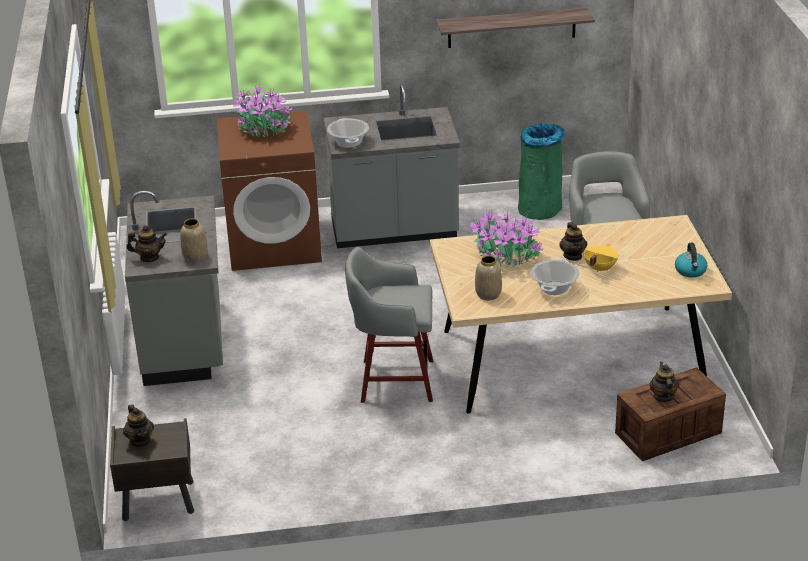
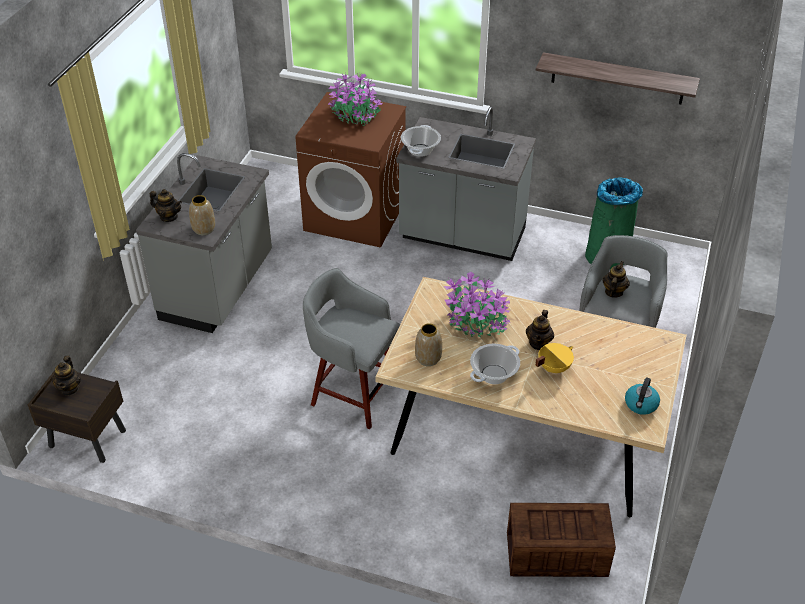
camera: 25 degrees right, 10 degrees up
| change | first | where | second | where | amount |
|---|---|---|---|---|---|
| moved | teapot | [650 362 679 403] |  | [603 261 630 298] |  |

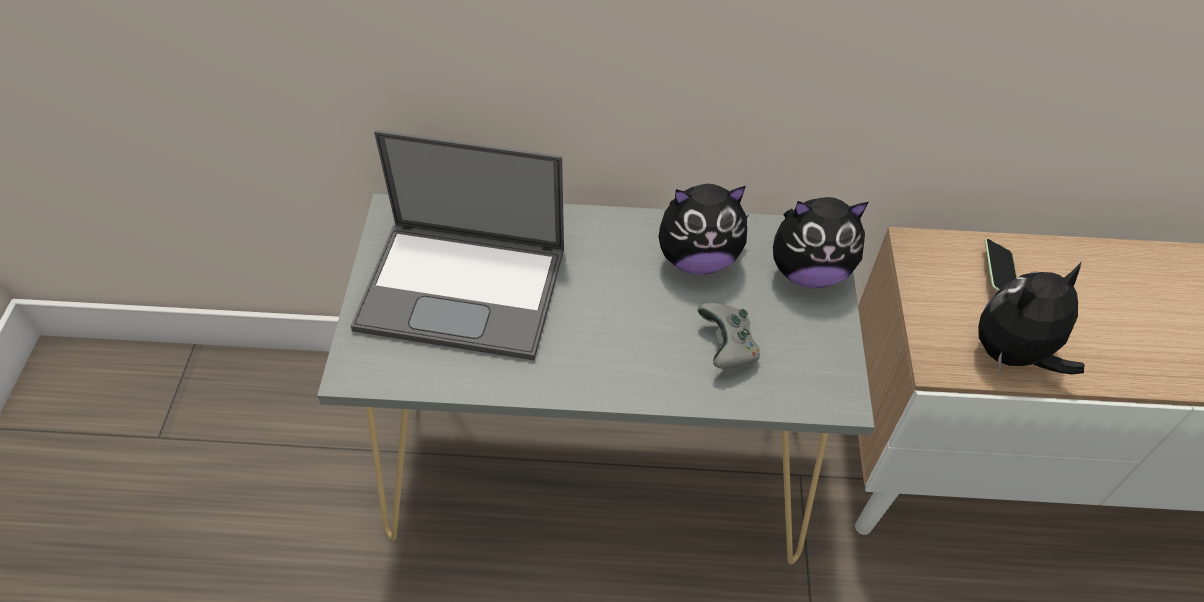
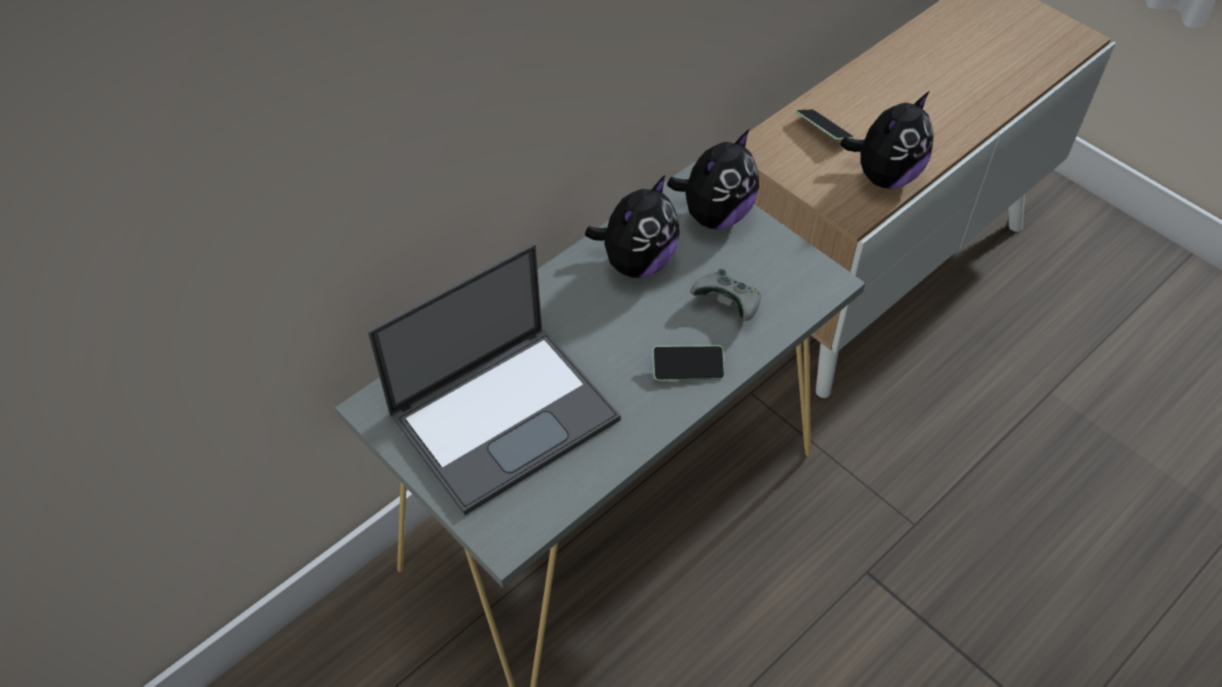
camera: 45 degrees left, 0 degrees up
| change | first | where | second | where | amount |
|---|---|---|---|---|---|
| added |  |  | phone | [652 345 725 381] |  |
| turned | plush toy | [978 262 1085 375] |  | [840 92 934 189] | 150 degrees counterclockwise |

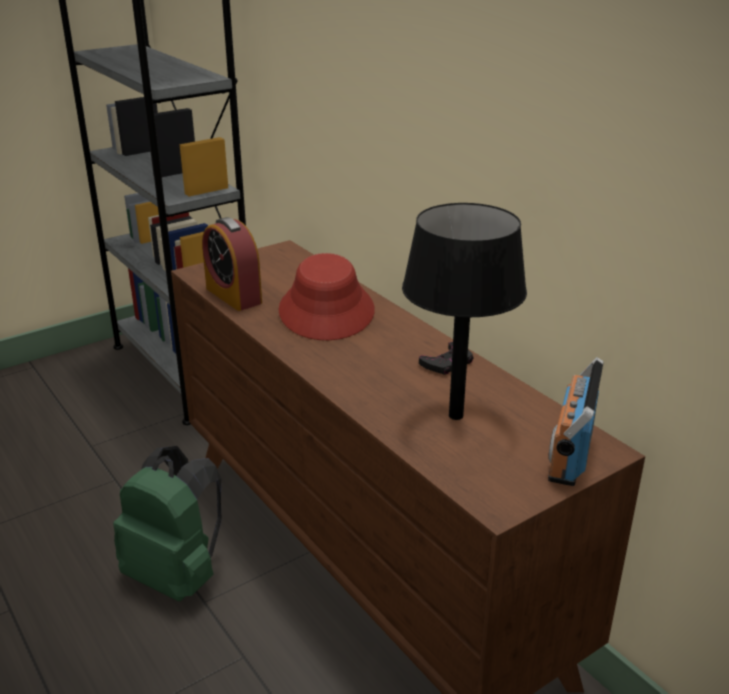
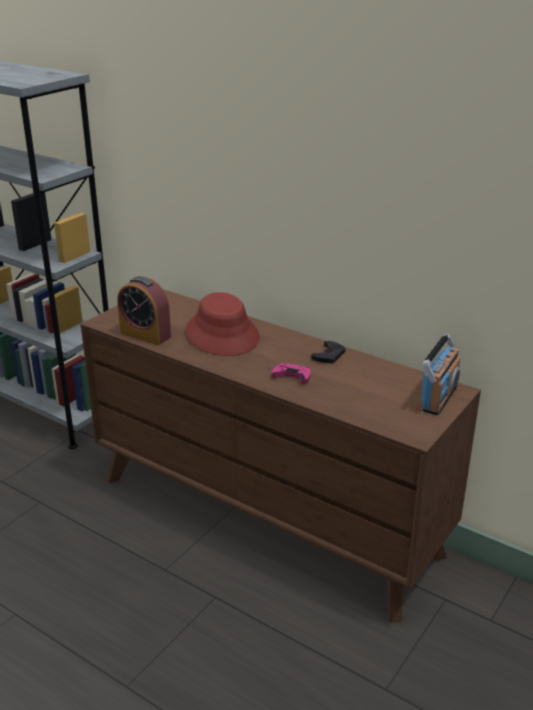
camera: 20 degrees left, 0 degrees up
| change | first | where | second | where | amount |
|---|---|---|---|---|---|
| removed | green backpack | [113 446 222 601] |  |  |  |
| removed | black table lamp | [402 203 527 420] |  |  |  |
| added |  |  | pink game controller | [272 363 311 384] |  |
| turned | radio | [548 357 604 486] |  | [421 333 460 415] | 150 degrees counterclockwise |

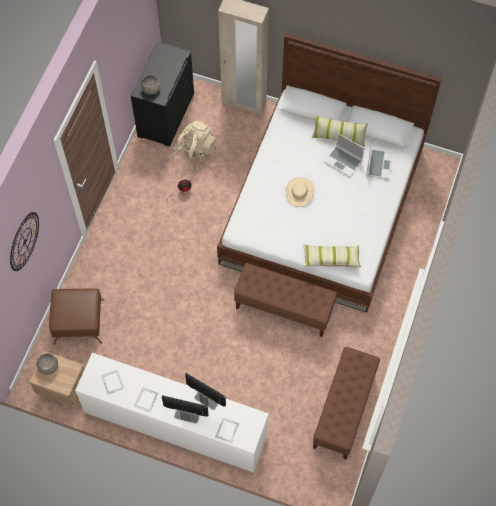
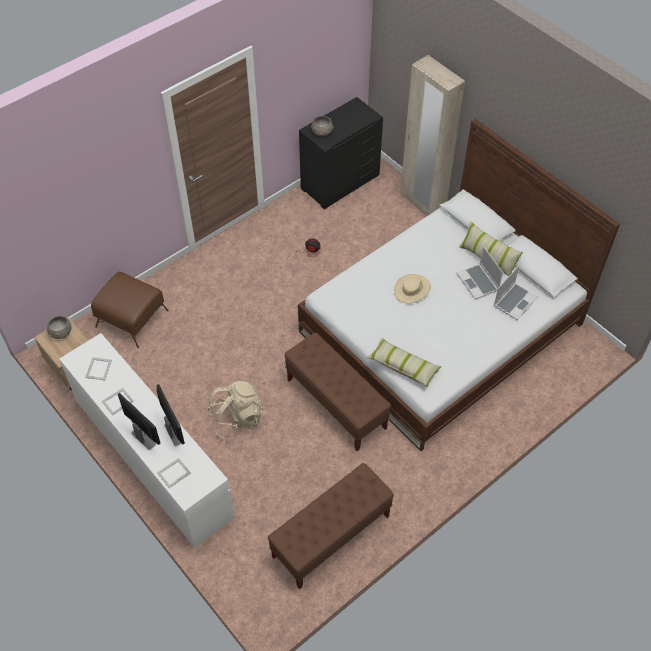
camera: 30 degrees right, 10 degrees down
| change | first | where | second | where | amount |
|---|---|---|---|---|---|
| removed | wall clock | [10 212 39 271] |  |  |  |
| moved | beige backpack | [173 121 216 169] |  | [207 381 263 439] |  |

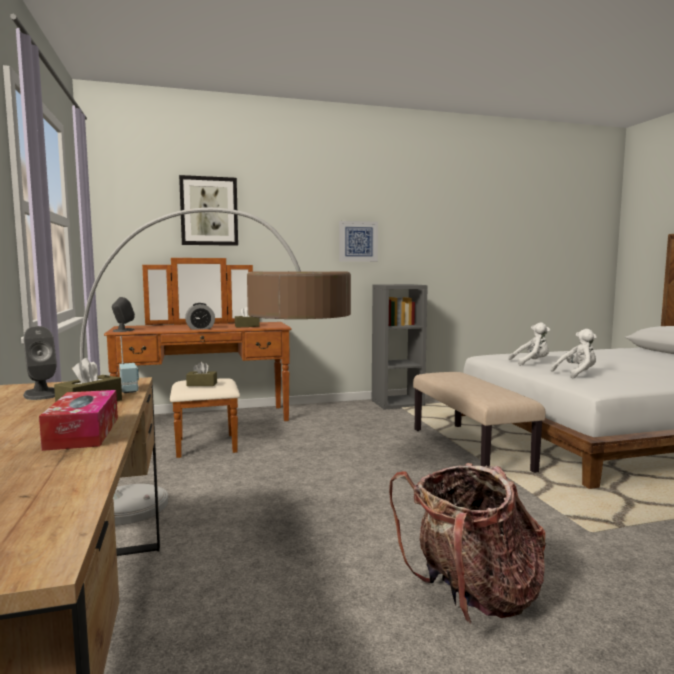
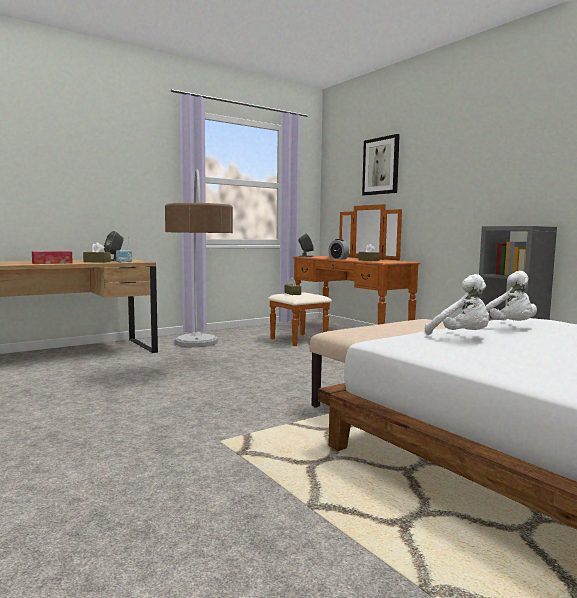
camera: 70 degrees right, 0 degrees up
| change | first | where | second | where | amount |
|---|---|---|---|---|---|
| removed | picture | [339 221 378 262] |  |  |  |
| removed | backpack | [389 463 546 624] |  |  |  |

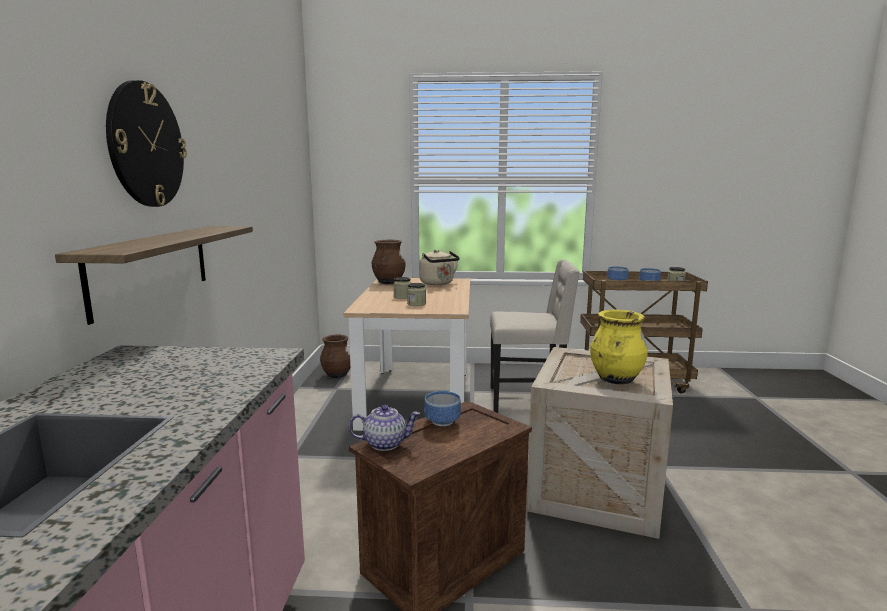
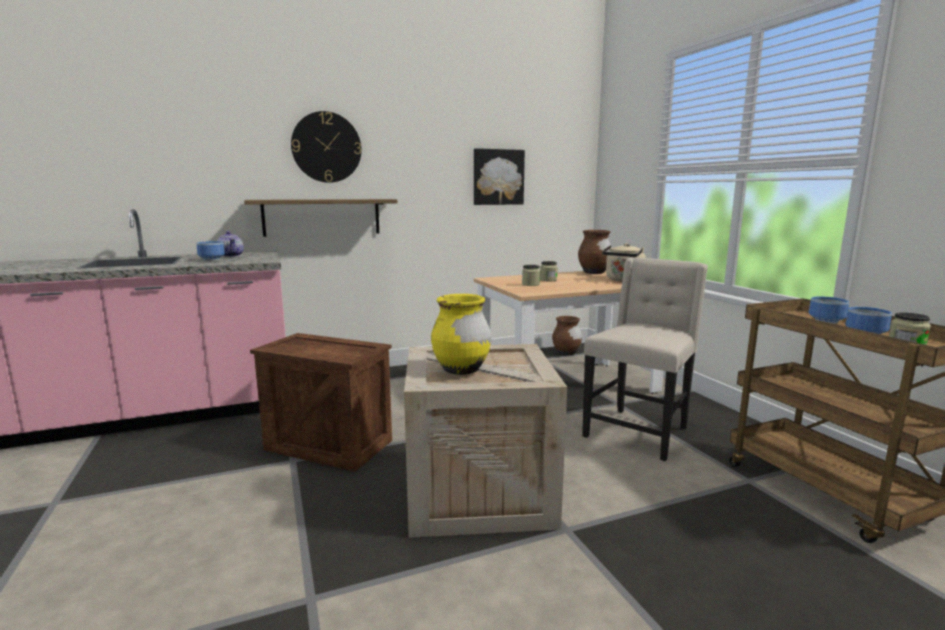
camera: 65 degrees right, 0 degrees up
| change | first | where | second | where | amount |
|---|---|---|---|---|---|
| added |  |  | picture | [474 148 525 205] |  |
| moved | teapot | [348 405 420 451] |  | [217 231 244 257] |  |
| moved | bowl | [424 391 461 426] |  | [196 241 225 261] |  |
| turned | beige chair | [490 260 580 413] |  | [582 258 708 461] | 120 degrees counterclockwise |

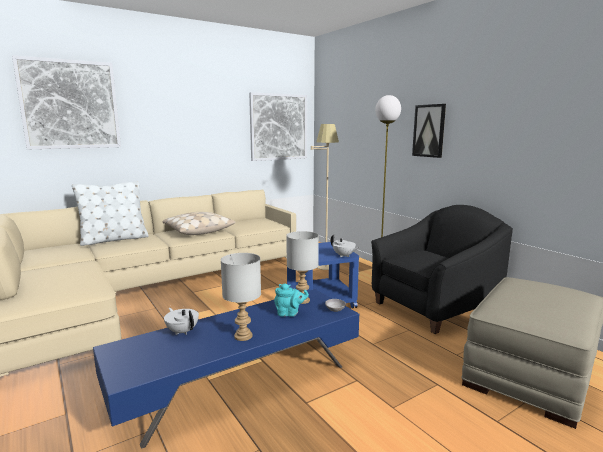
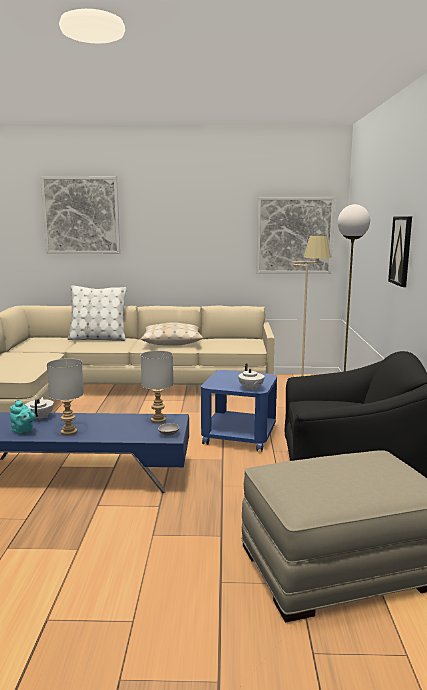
camera: 35 degrees right, 0 degrees up
| change | first | where | second | where | amount |
|---|---|---|---|---|---|
| moved | turquoise teapot | [274 284 309 317] |  | [10 400 35 435] |  |

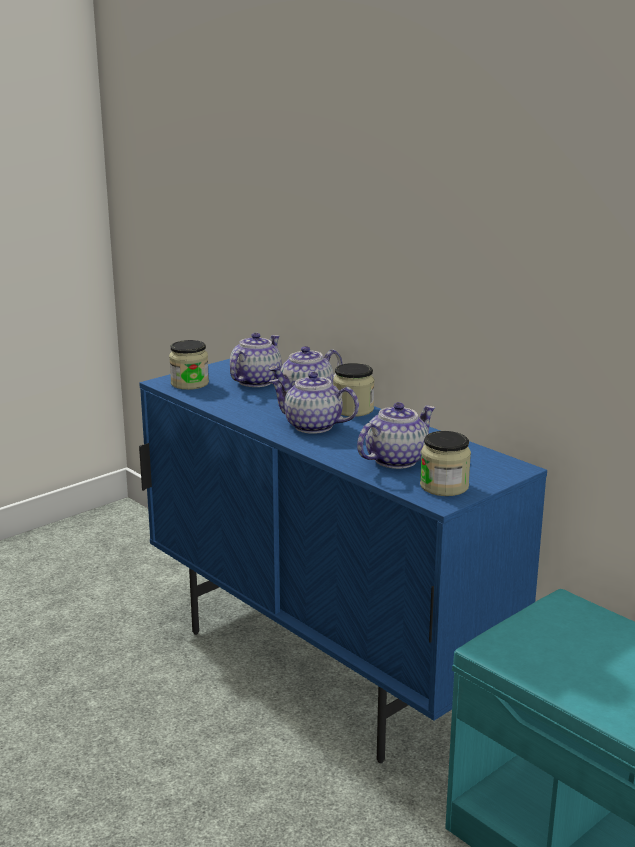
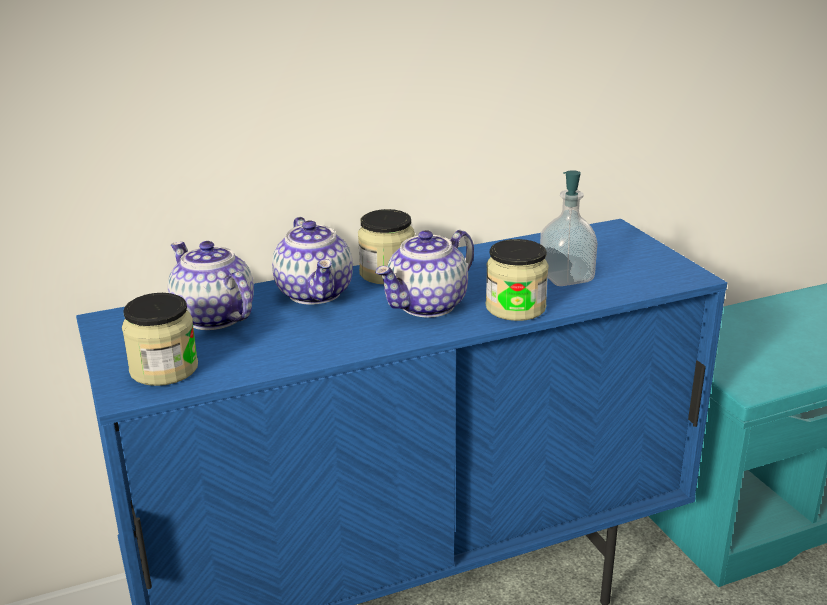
camera: 70 degrees left, 5 degrees up
| change | first | where | second | where | amount |
|---|---|---|---|---|---|
| moved | jar | [420 431 471 496] |  | [486 239 549 321] |  |
| replaced | teapot | [357 402 436 469] | soap dispenser | [540 170 597 286] |  |

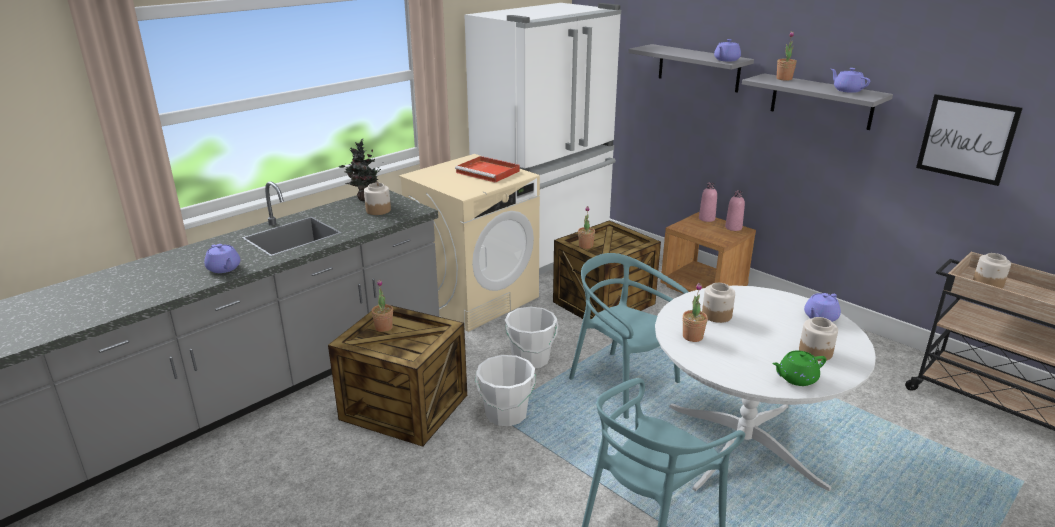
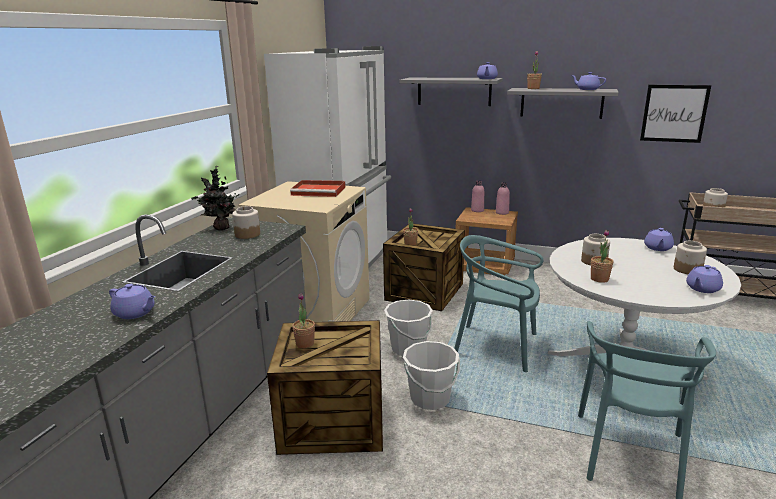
camera: 25 degrees left, 5 degrees down
| change | first | where | second | where | amount |
|---|---|---|---|---|---|
| recoloured | green teapot | [772 350 826 386] | purple teapot | [686 265 723 293] |  |

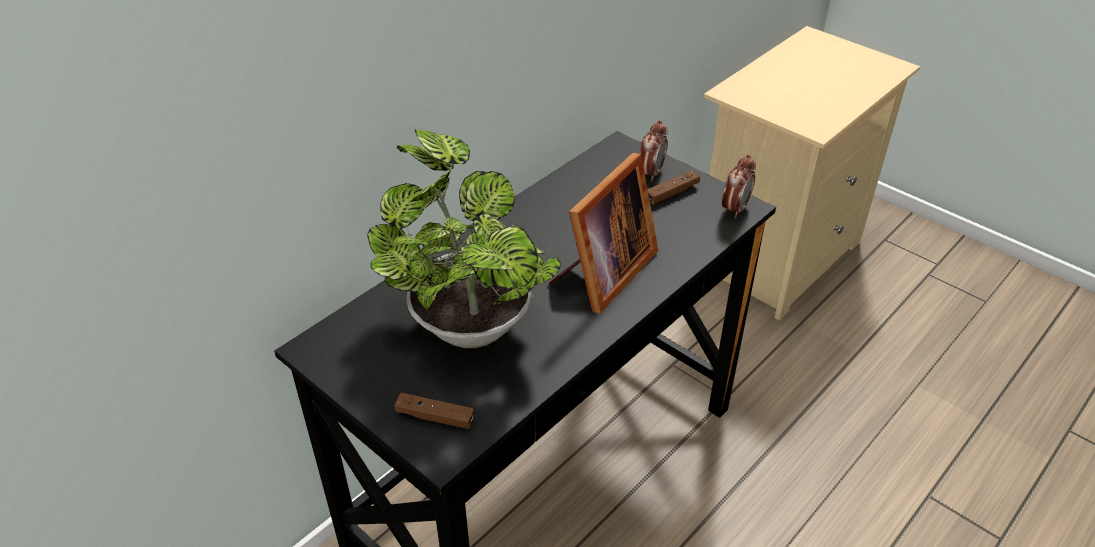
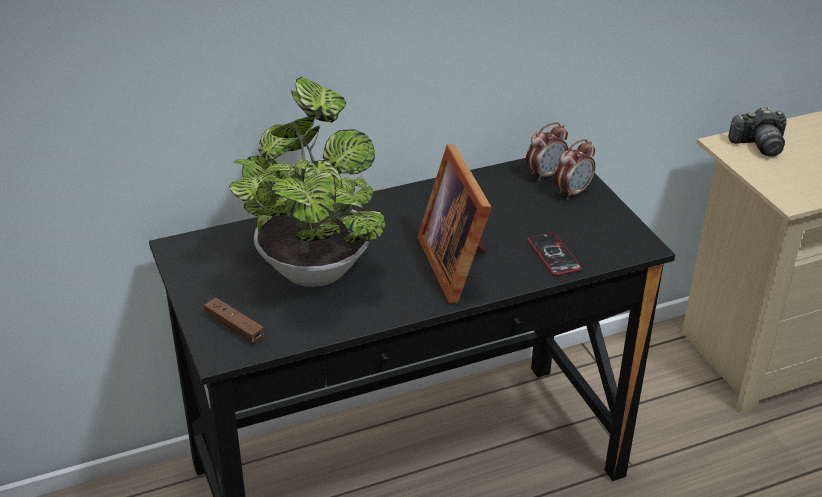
camera: 25 degrees right, 5 degrees down
| change | first | where | second | where | amount |
|---|---|---|---|---|---|
| removed | brown game controller | [647 170 700 205] |  |  |  |
| added |  |  | phone | [528 233 582 275] |  |
| added |  |  | photo camera | [728 107 787 157] |  |
| moved | alarm clock | [722 154 756 218] |  | [526 122 568 181] |  |
| turned | picture frame | [548 153 658 314] |  | [418 144 491 304] | 105 degrees clockwise |

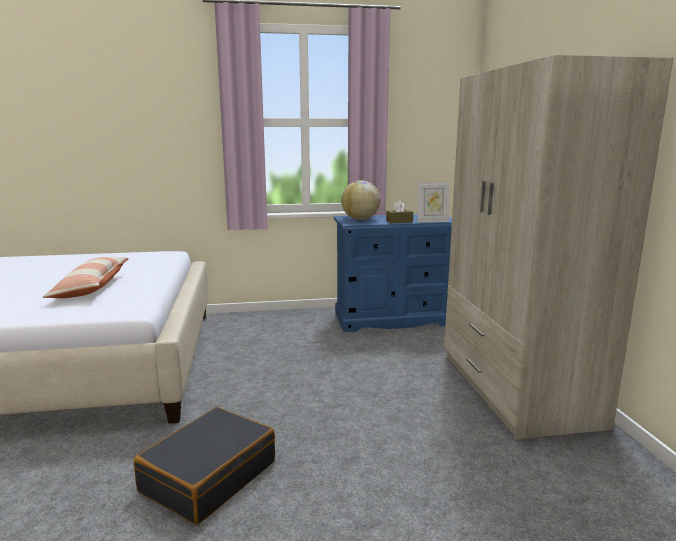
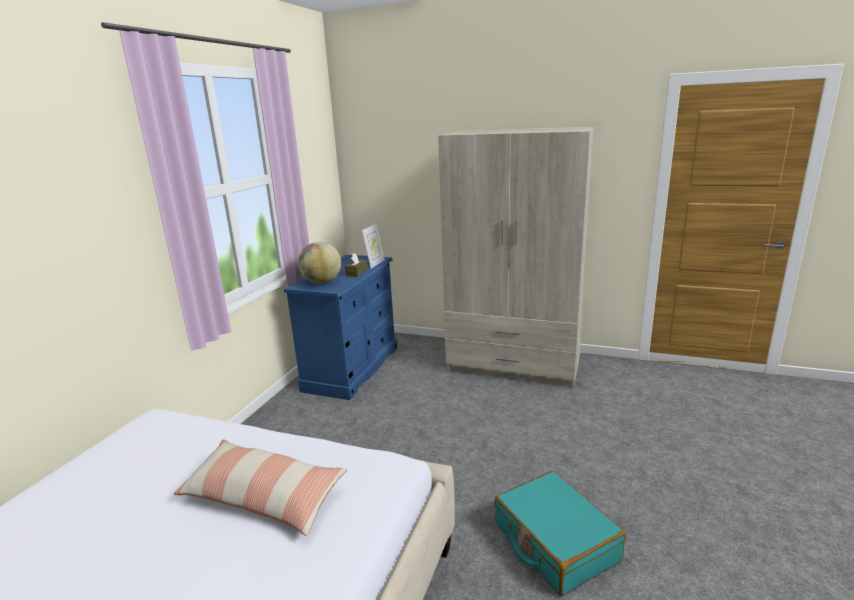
camera: 60 degrees left, 5 degrees up
| change | first | where | second | where | amount |
|---|---|---|---|---|---|
| recoloured | black suitcase | [134 407 275 525] | turquoise suitcase | [494 471 626 596] |  |

